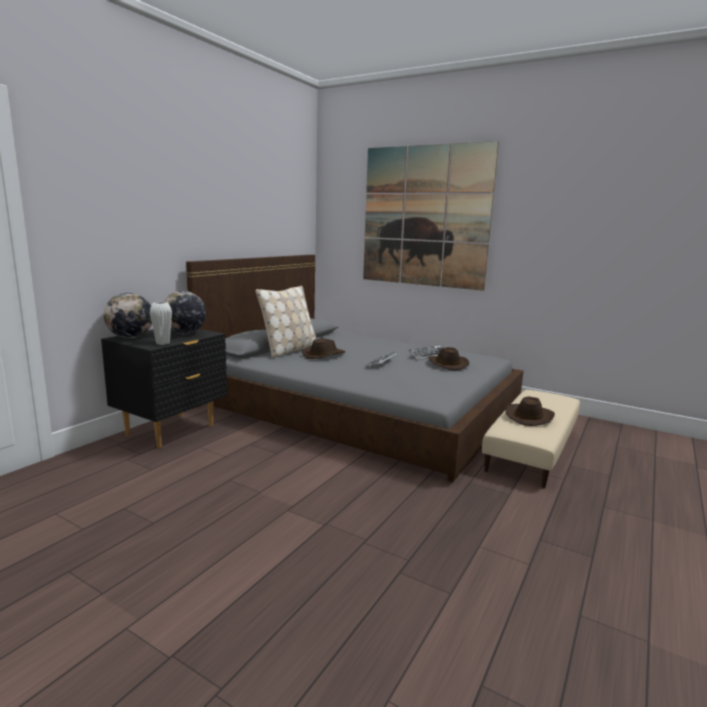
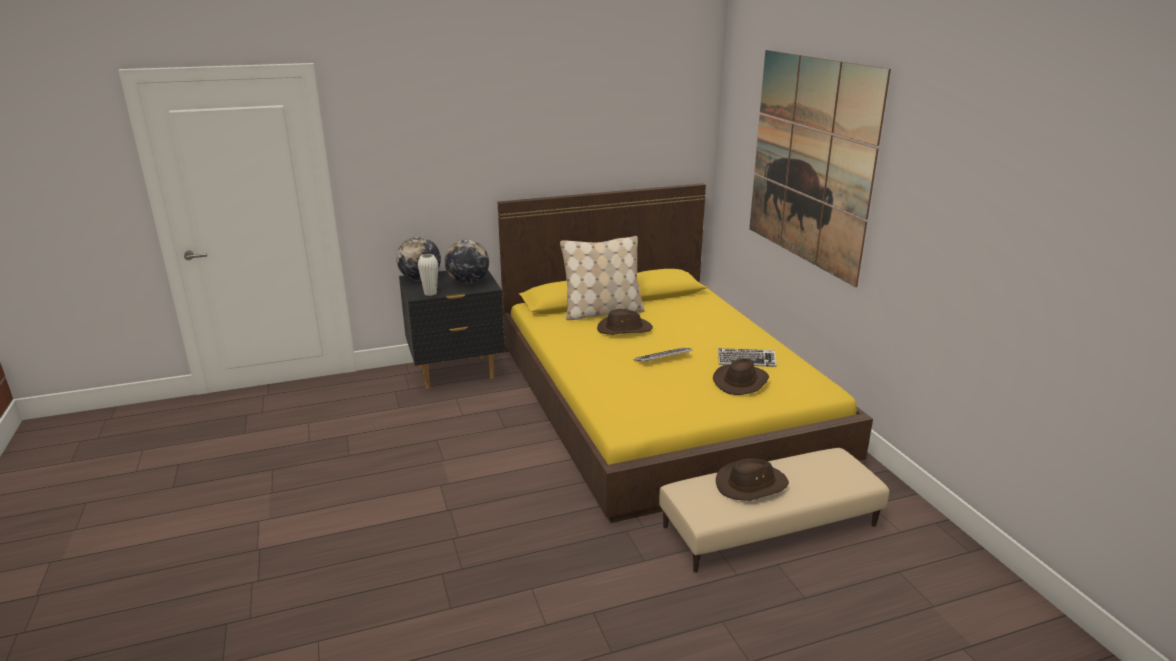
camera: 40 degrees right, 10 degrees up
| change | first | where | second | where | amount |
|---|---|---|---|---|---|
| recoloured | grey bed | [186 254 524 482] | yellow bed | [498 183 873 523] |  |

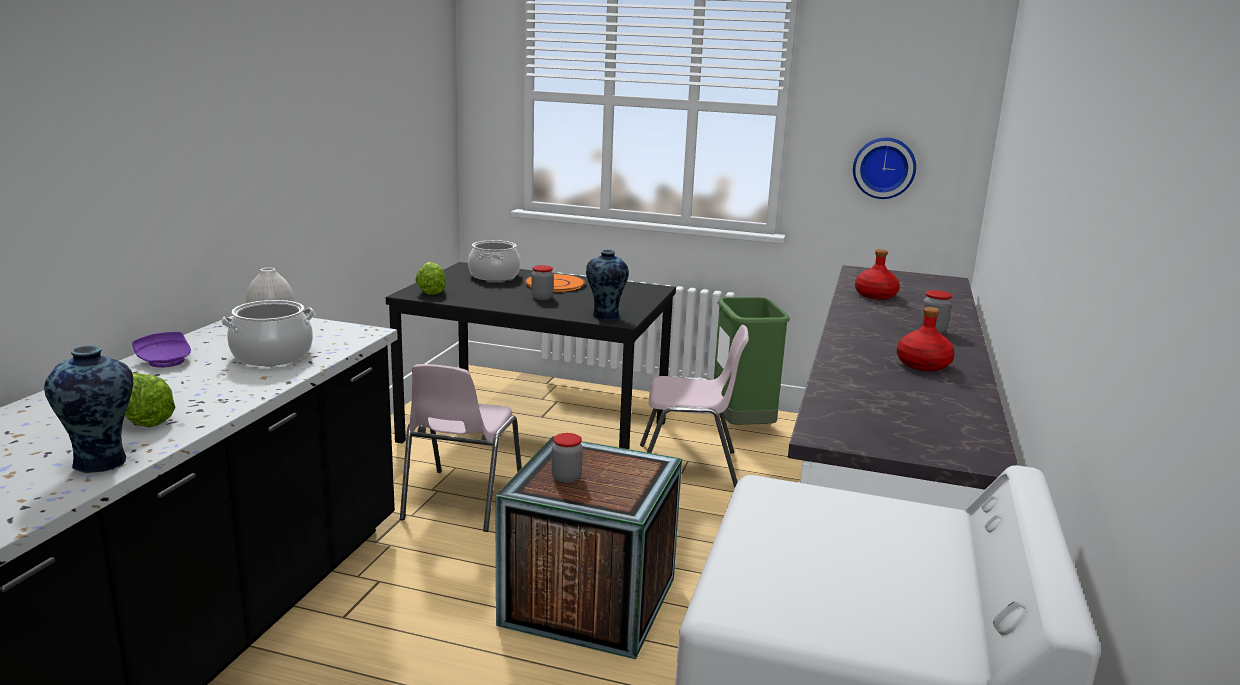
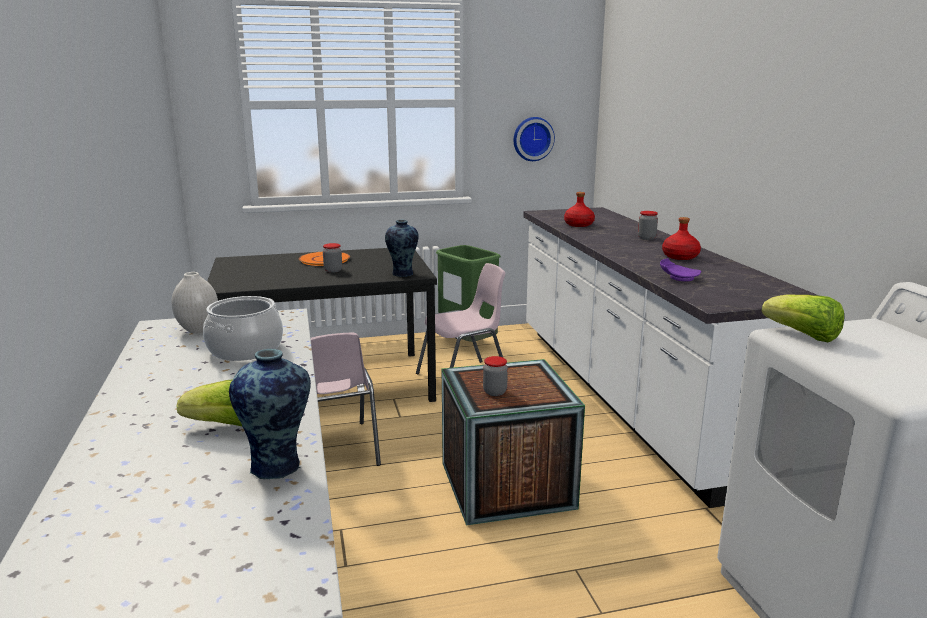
camera: 30 degrees left, 0 degrees up
| change | first | where | second | where | amount |
|---|---|---|---|---|---|
| removed | cooking pot | [468 240 521 281] |  |  |  |
| moved | purple plate | [132 332 191 368] |  | [660 258 701 281] |  |
| moved | lettuce | [415 262 446 295] |  | [762 294 844 342] |  |

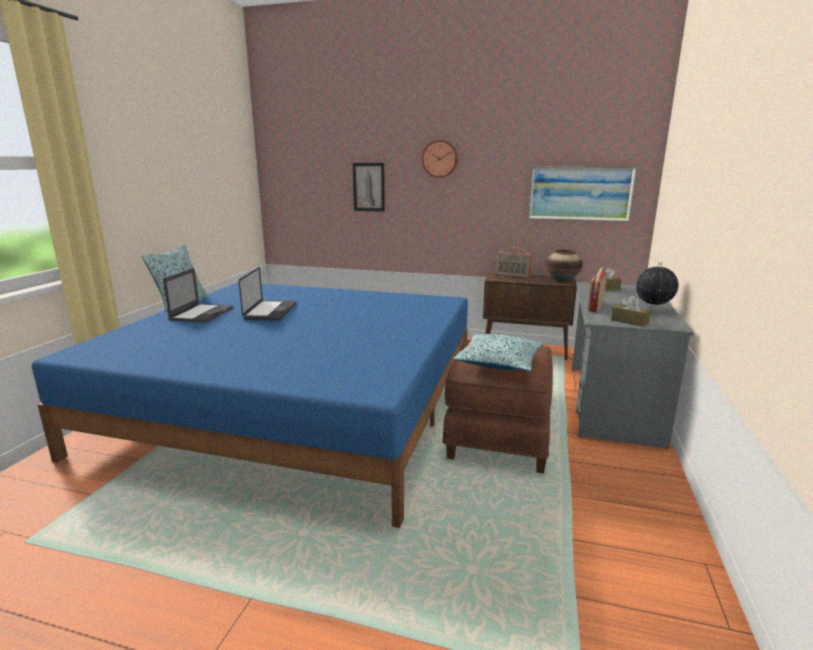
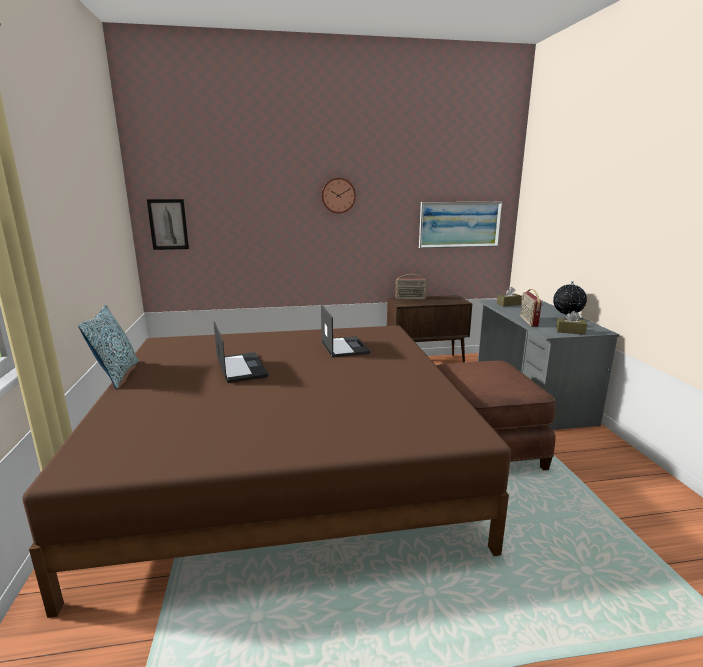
camera: 25 degrees left, 0 degrees up
| change | first | where | second | where | amount |
|---|---|---|---|---|---|
| removed | pillow | [454 334 543 372] |  |  |  |
| removed | vase | [546 250 583 282] |  |  |  |
| moved | laptop | [163 268 233 323] |  | [321 305 370 357] |  |
| moved | picture | [352 163 385 212] |  | [147 199 189 250] |  |
| recoloured | blue bed | [32 282 468 528] | brown bed | [22 326 511 618] |  |

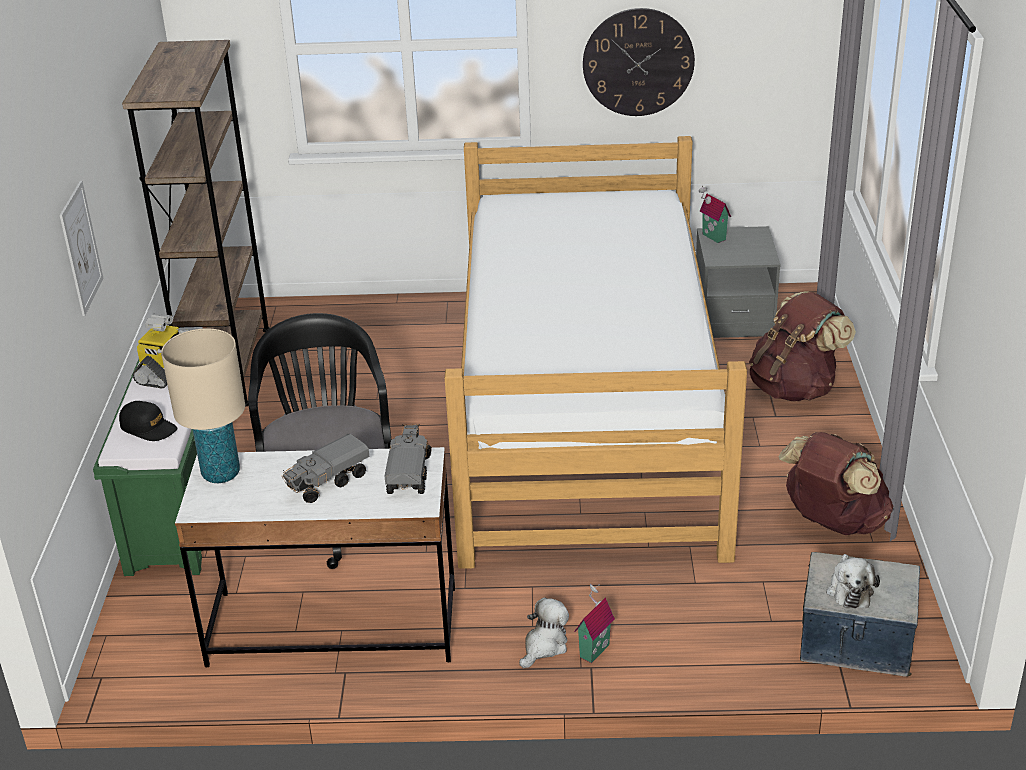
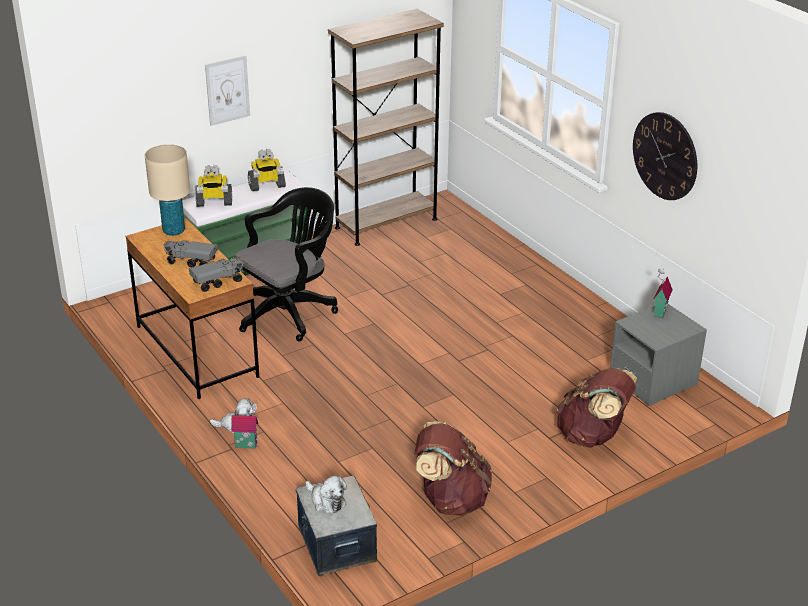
camera: 55 degrees right, 0 degrees up
| change | first | where | second | where | amount |
|---|---|---|---|---|---|
| removed | bed | [445 136 747 569] |  |  |  |
| replaced | black cap | [119 401 178 441] | toy robot | [195 165 232 207] |  |
| recoloured | white desk | [175 447 455 667] | brown desk | [125 218 259 399] |  |
| turned | plush toy | [826 554 880 608] |  | [305 476 347 513] | 105 degrees counterclockwise |

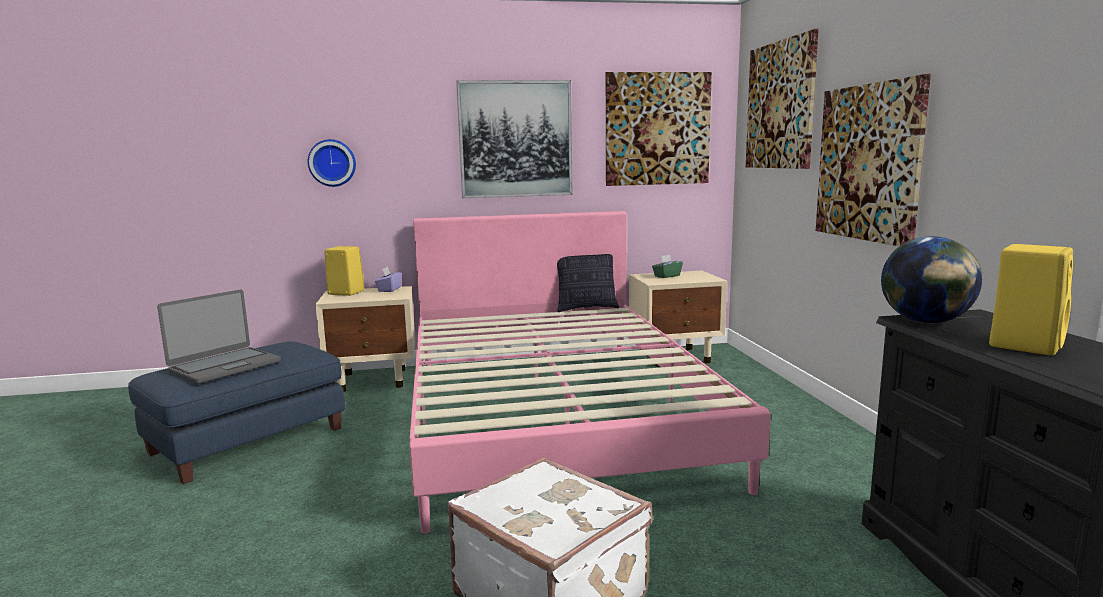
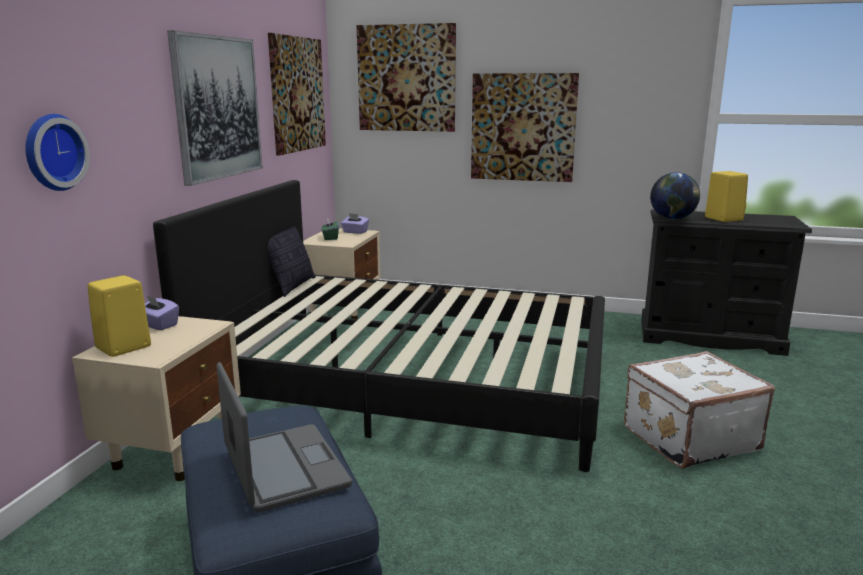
camera: 65 degrees left, 5 degrees up
| change | first | where | second | where | amount |
|---|---|---|---|---|---|
| added |  |  | purple tissue box | [341 213 369 234] |  |
| recoloured | pink bed | [410 211 771 534] | black bed | [153 180 605 472] |  |

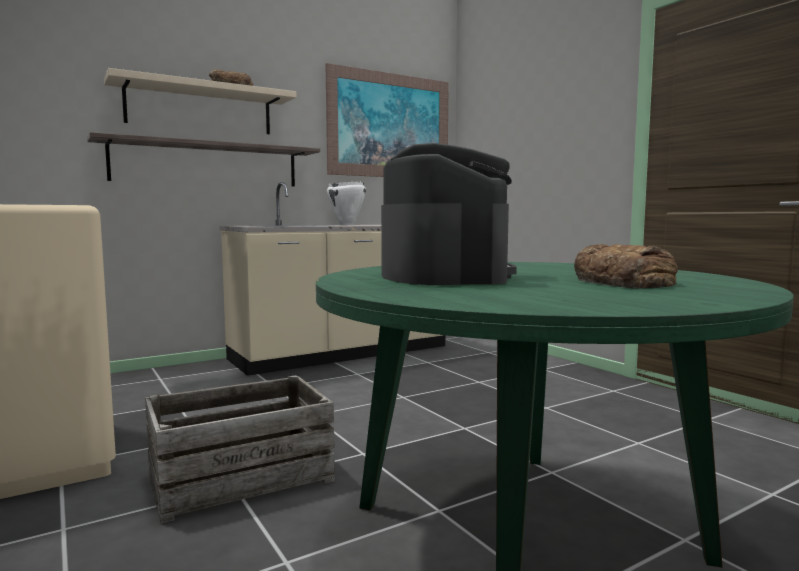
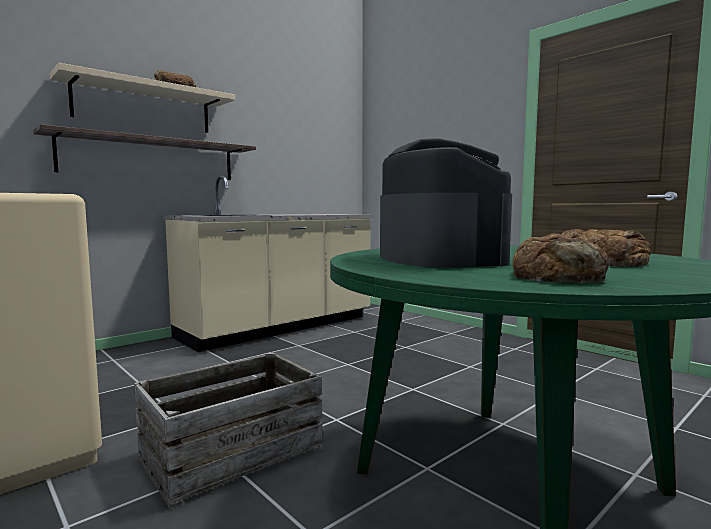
camera: 10 degrees left, 0 degrees up
| change | first | where | second | where | amount |
|---|---|---|---|---|---|
| removed | picture | [326 63 449 177] |  |  |  |
| removed | white cooking pot | [327 182 366 225] |  |  |  |
| added |  |  | bread | [512 233 609 283] |  |

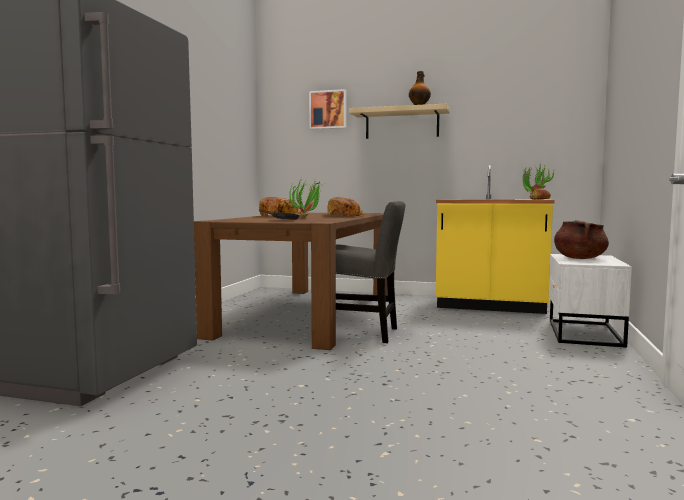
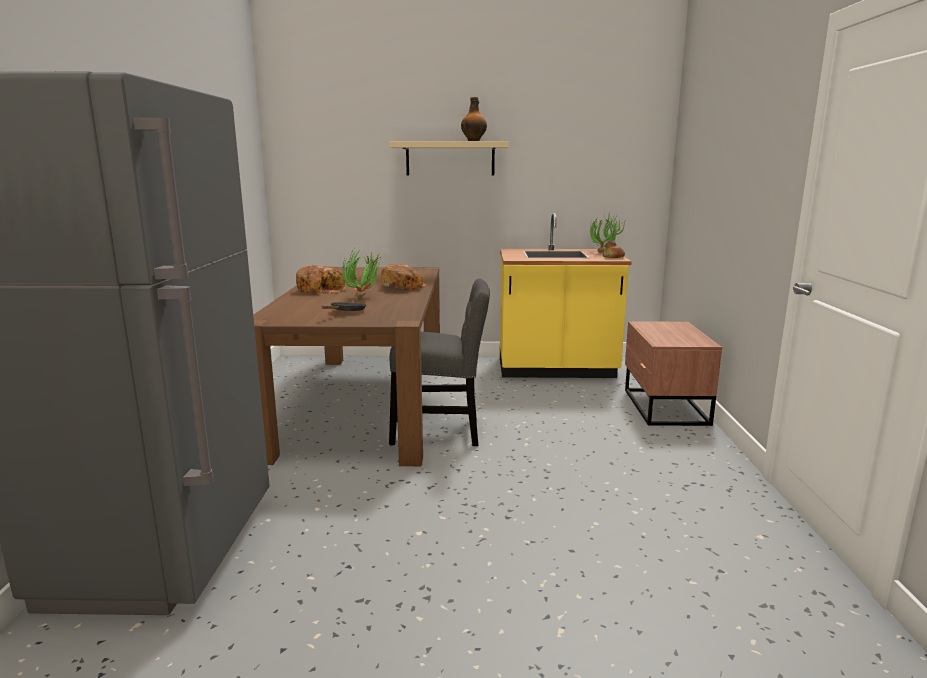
camera: 15 degrees left, 10 degrees up
| change | first | where | second | where | amount |
|---|---|---|---|---|---|
| removed | picture | [309 89 346 129] |  |  |  |
| removed | brown cooking pot | [554 220 609 259] |  |  |  |
| recoloured | white nightstand | [549 254 632 348] | brown nightstand | [625 321 722 426] |  |

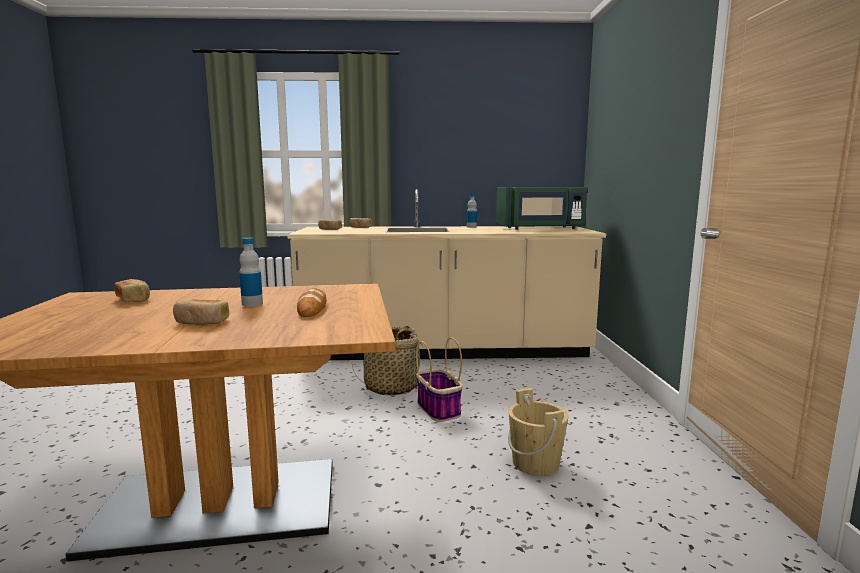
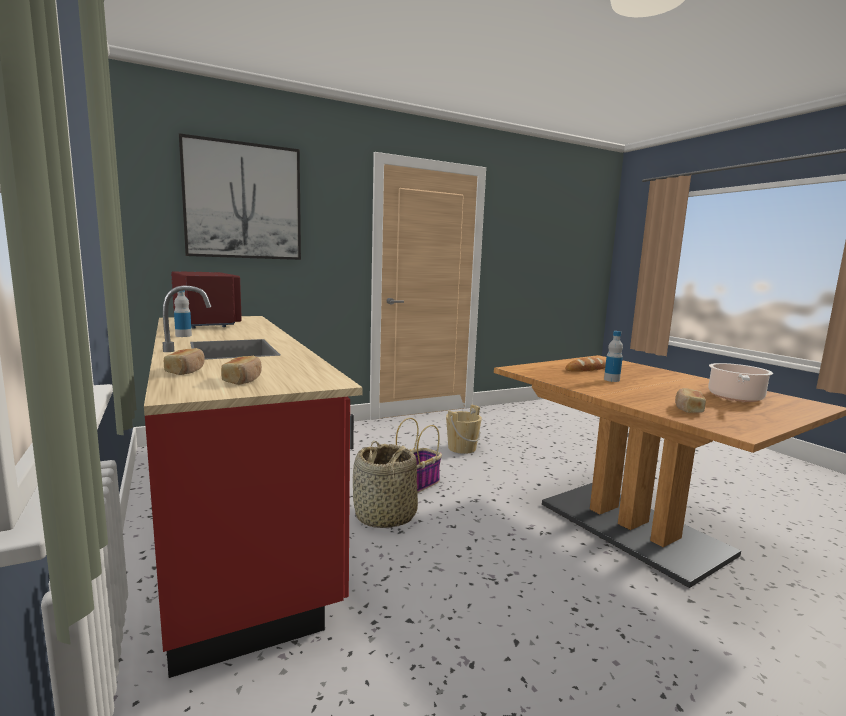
camera: 115 degrees left, 0 degrees up
| change | first | where | second | where | amount |
|---|---|---|---|---|---|
| removed | bread | [173 299 229 325] |  |  |  |
| added |  |  | picture | [179 133 301 260] |  |
| added |  |  | cooking pot | [708 363 773 402] |  |
| recoloured | beige counter | [287 189 606 360] | red counter | [144 286 363 678] |  |
| recoloured | green microwave | [496 187 587 230] | red microwave | [171 271 242 328] |  |

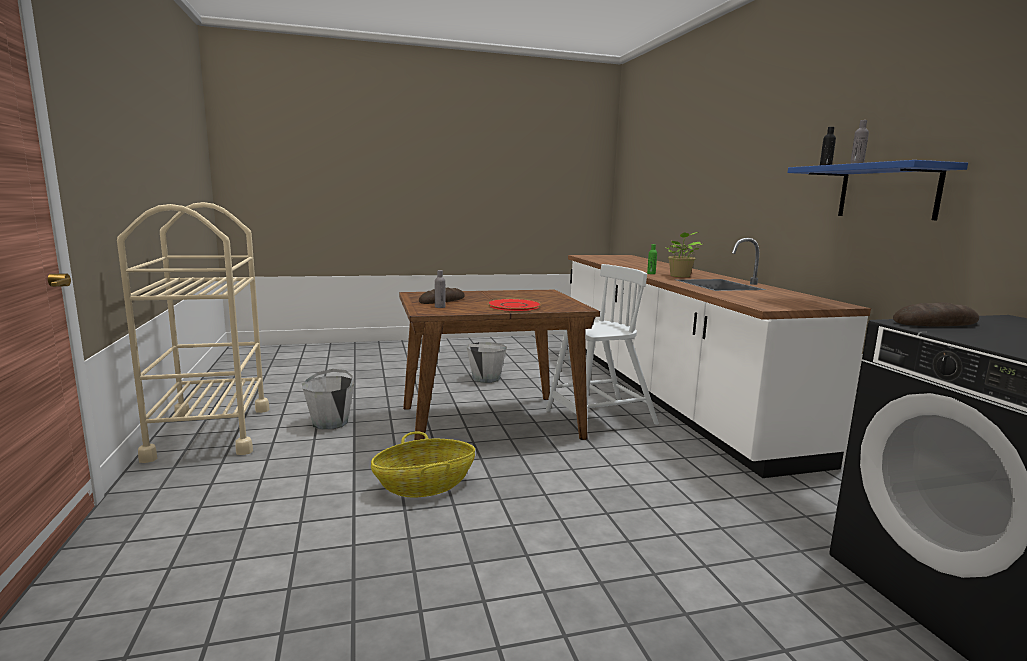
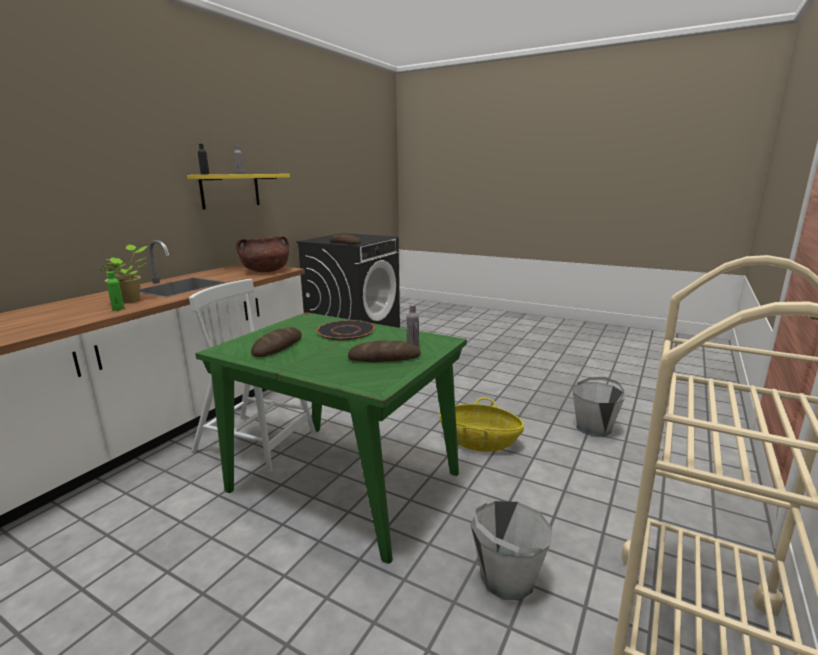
camera: 135 degrees left, 5 degrees up
| change | first | where | second | where | amount |
|---|---|---|---|---|---|
| added |  |  | brown cooking pot | [236 236 289 272] |  |
| added |  |  | bread | [251 327 302 357] |  |
| moved | grey bucket | [467 342 507 383] |  | [573 377 625 437] |  |
| recoloured | brown dining table | [399 290 600 440] | green dining table | [195 312 467 564] |  |
| recoloured | red plate | [487 299 541 311] | black plate | [316 320 375 340] |  |
| recoloured | blue shelf | [788 160 968 220] | yellow shelf | [187 174 290 209] |  |

